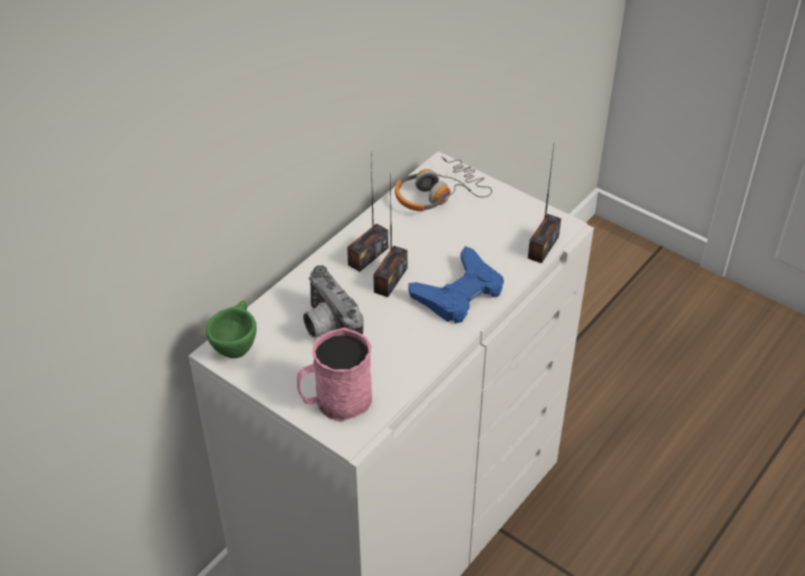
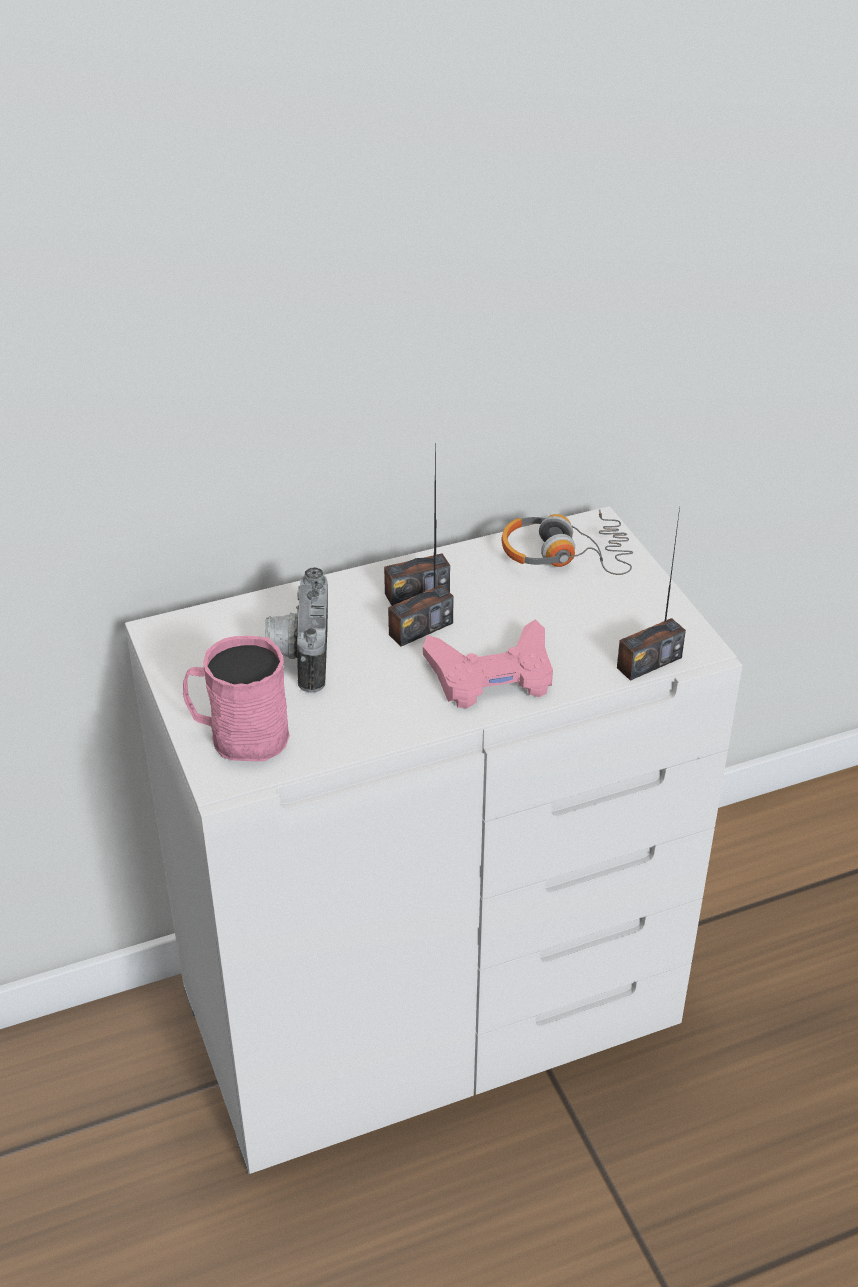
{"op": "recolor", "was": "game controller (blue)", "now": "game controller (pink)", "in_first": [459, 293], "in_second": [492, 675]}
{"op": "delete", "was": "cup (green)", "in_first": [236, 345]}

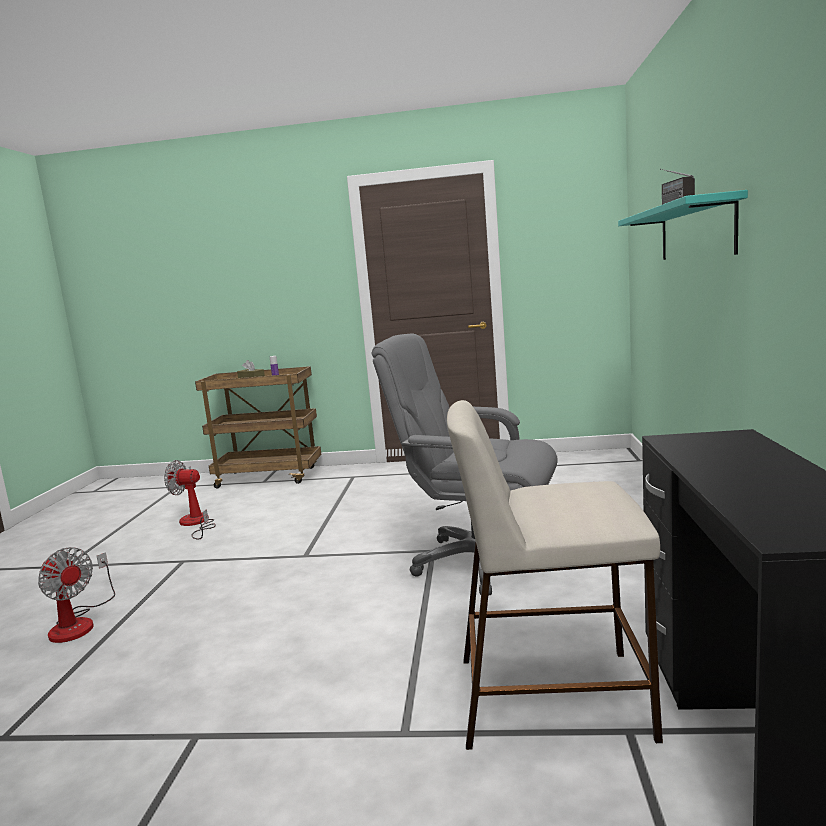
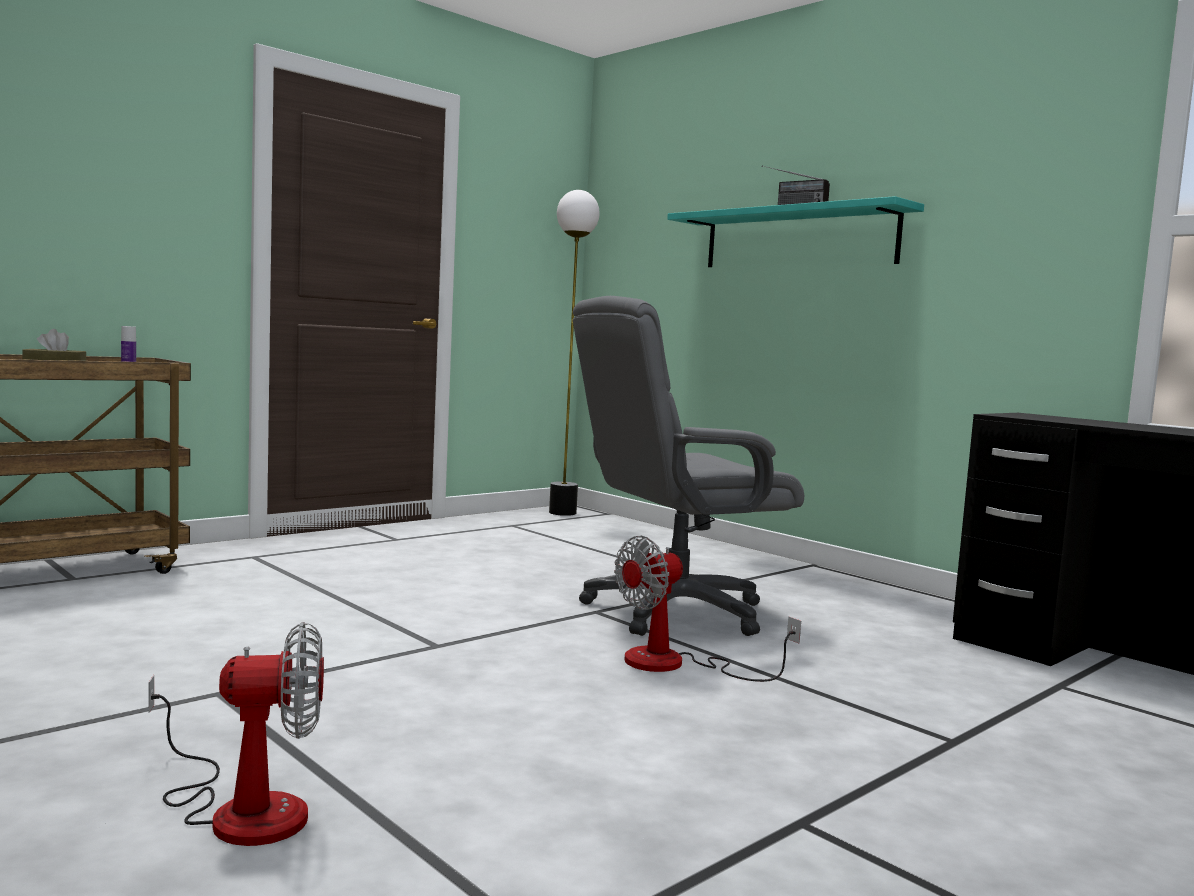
{"op": "insert", "now": "floor lamp", "in_second": [562, 512]}
{"op": "move", "was": "fan", "in_first": [196, 523], "in_second": [675, 664]}
{"op": "delete", "was": "stool (beige)", "in_first": [554, 696]}

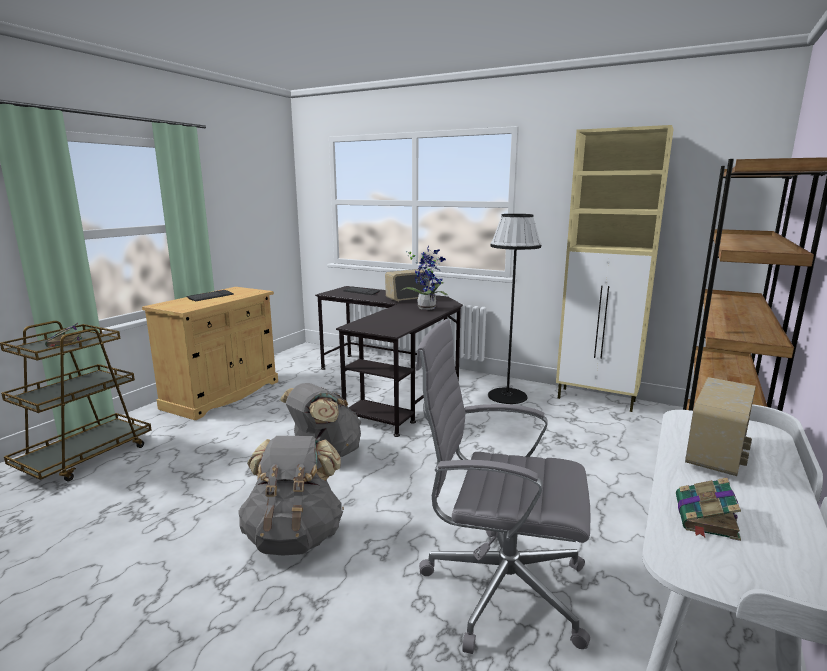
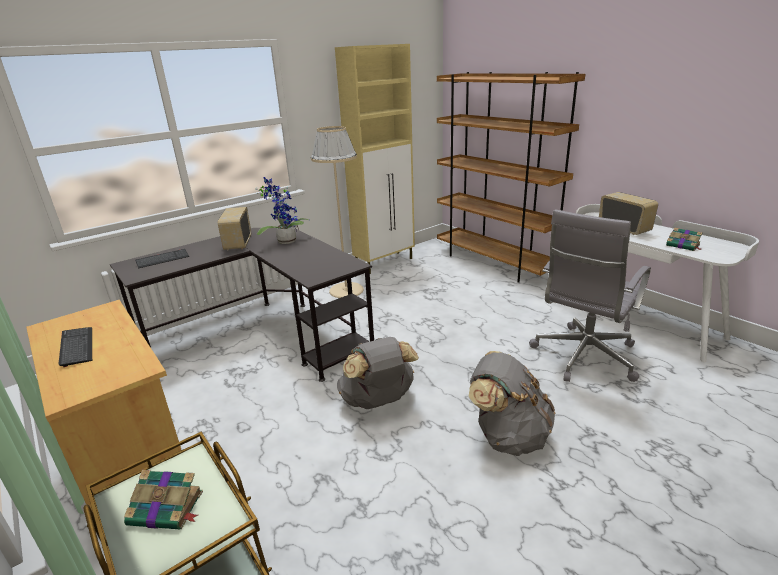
{"op": "recolor", "was": "floor lamp (black)", "now": "floor lamp (beige)", "in_first": [507, 396], "in_second": [346, 290]}

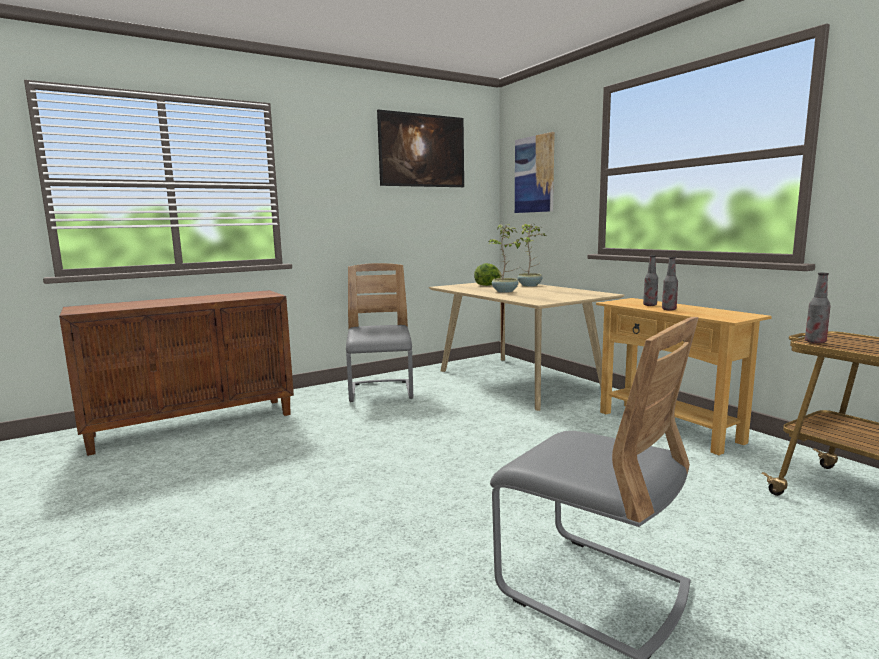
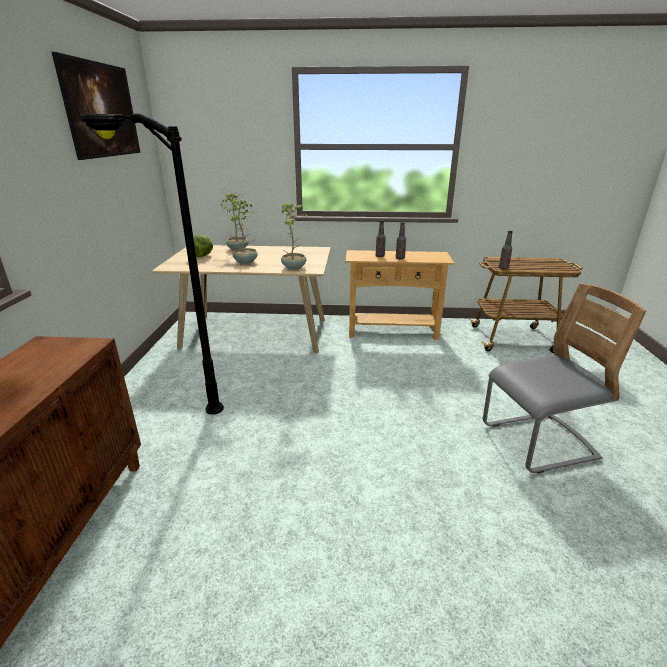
{"op": "replace", "was": "chair (grey)", "now": "floor lamp (black)", "in_first": [381, 392], "in_second": [175, 394]}
{"op": "insert", "now": "potted plant", "in_second": [294, 267]}
{"op": "delete", "was": "picture", "in_first": [534, 174]}

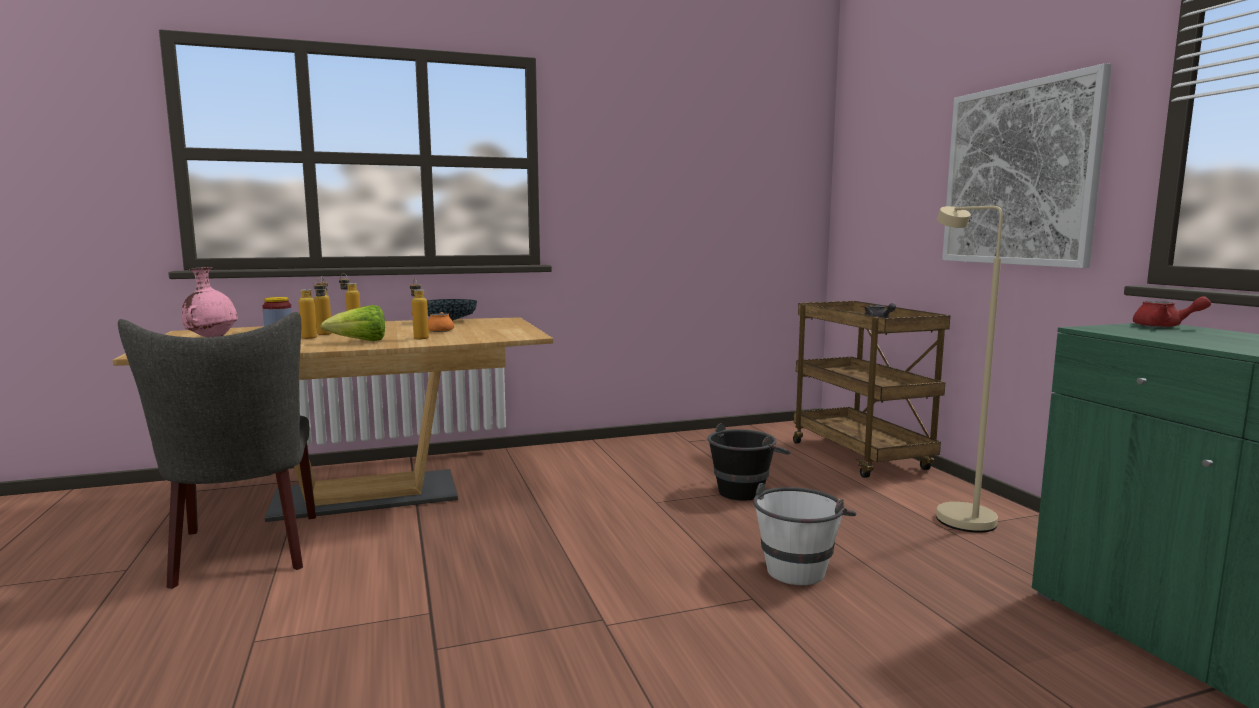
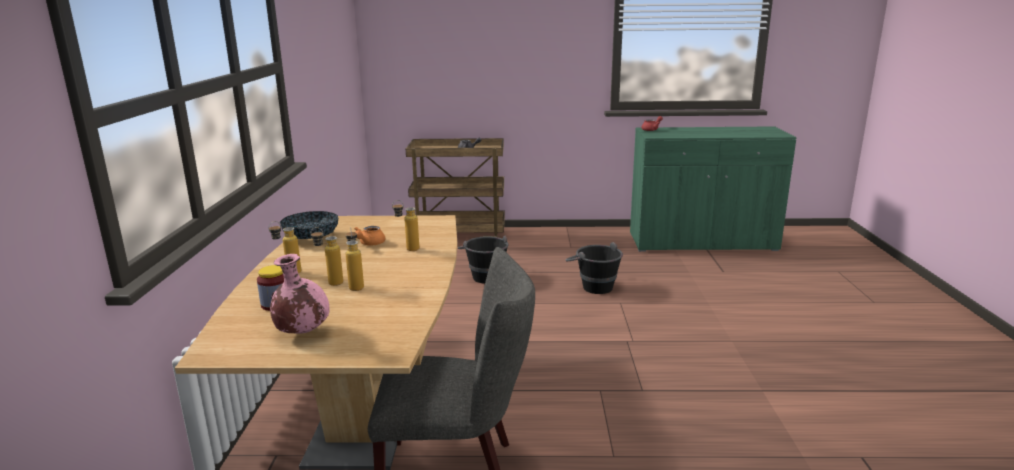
{"op": "recolor", "was": "bucket (white)", "now": "bucket (black)", "in_first": [799, 566], "in_second": [592, 285]}
{"op": "delete", "was": "lettuce", "in_first": [360, 342]}
{"op": "delete", "was": "floor lamp (beige)", "in_first": [956, 515]}
{"op": "delete", "was": "picture", "in_first": [1019, 175]}

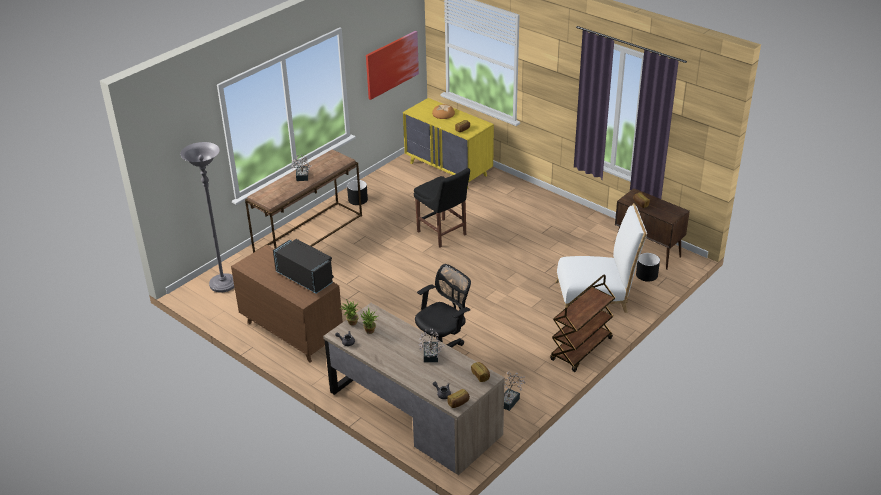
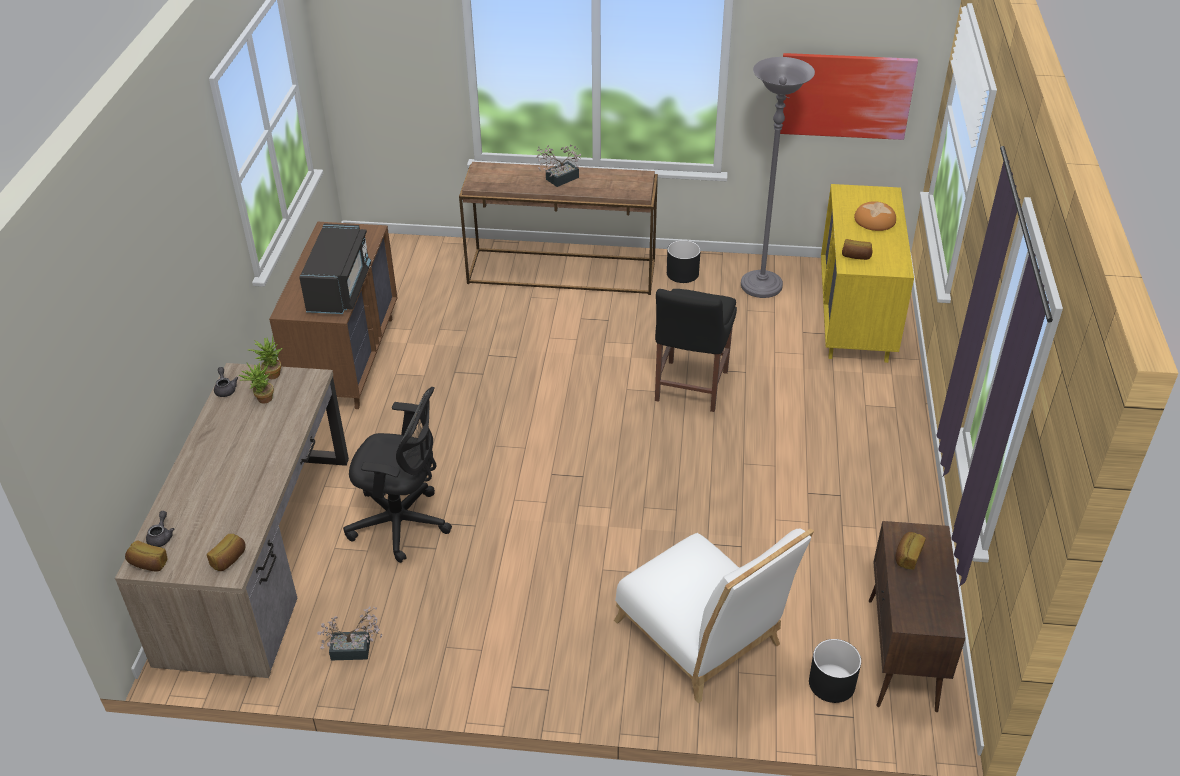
{"op": "move", "was": "floor lamp (grey)", "in_first": [223, 284], "in_second": [761, 286]}
{"op": "delete", "was": "potted plant", "in_first": [430, 357]}
{"op": "delete", "was": "cart (brown)", "in_first": [581, 350]}

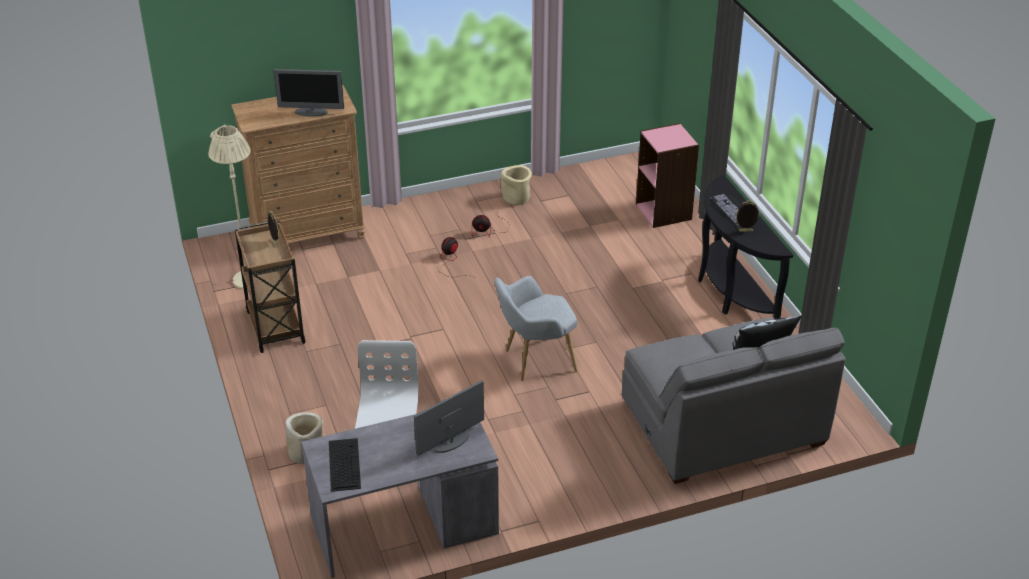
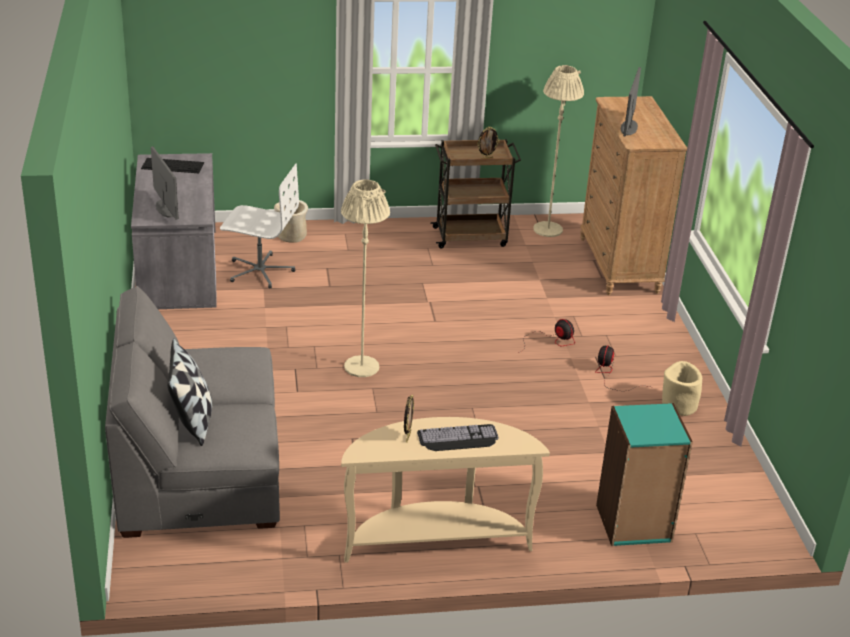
{"op": "replace", "was": "armchair (grey)", "now": "floor lamp (beige)", "in_first": [535, 360], "in_second": [361, 367]}
{"op": "recolor", "was": "console table (black)", "now": "console table (beige)", "in_first": [730, 292], "in_second": [435, 539]}
{"op": "recolor", "was": "bookcase (pink)", "now": "bookcase (turquoise)", "in_first": [664, 212], "in_second": [634, 524]}

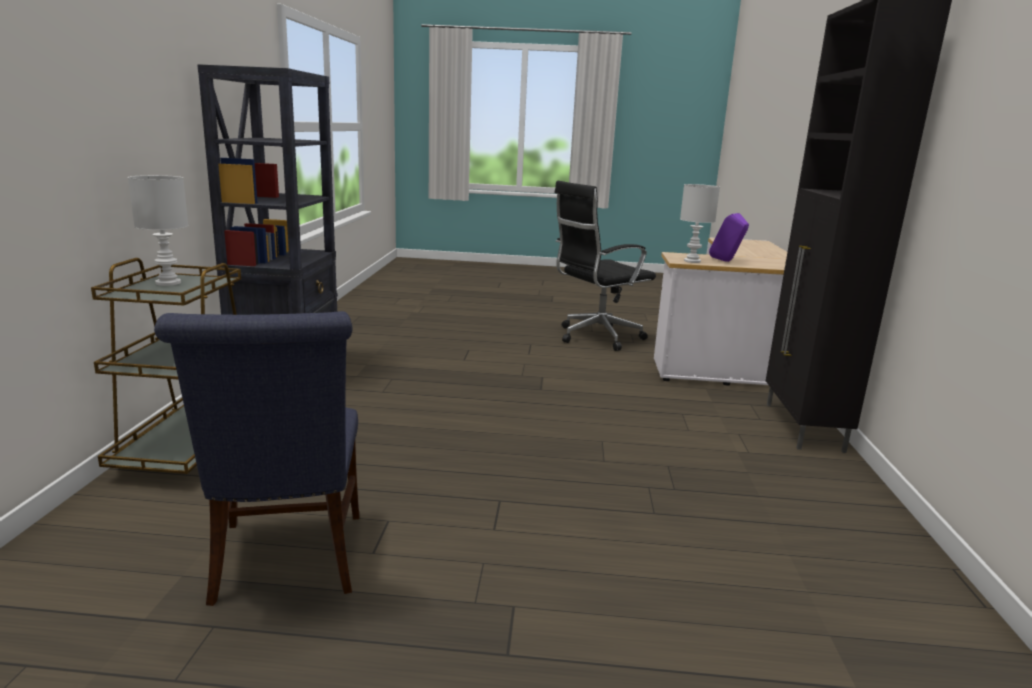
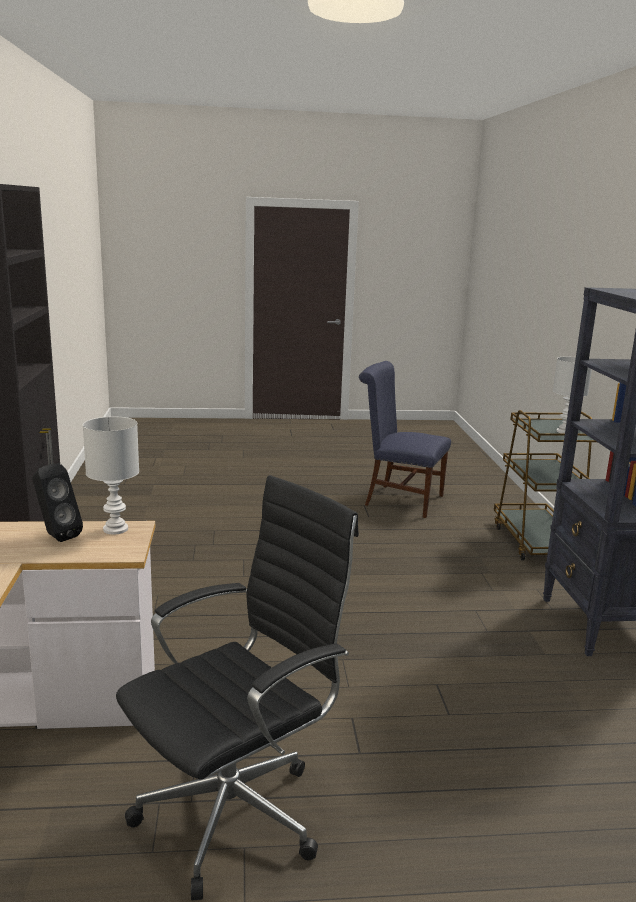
{"op": "recolor", "was": "speaker (purple)", "now": "speaker (black)", "in_first": [726, 261], "in_second": [56, 536]}
{"op": "rotate", "was": "chair (blue)", "in_first": [287, 563], "in_second": [398, 499], "clockwise": -45}

